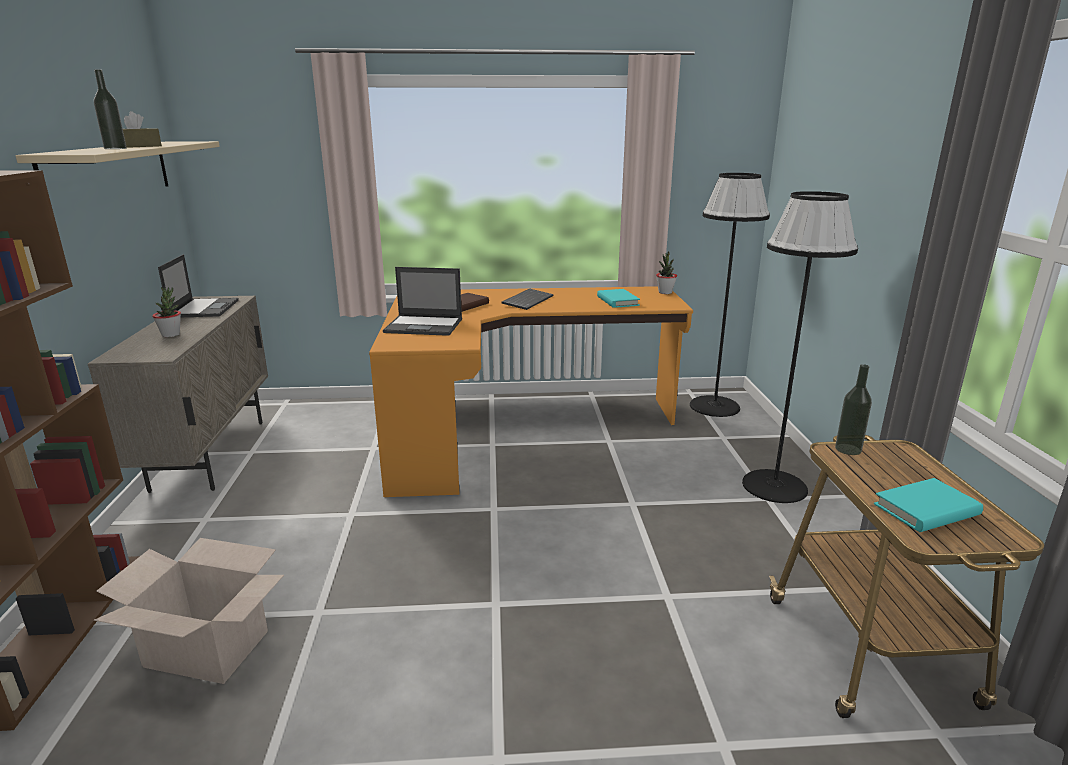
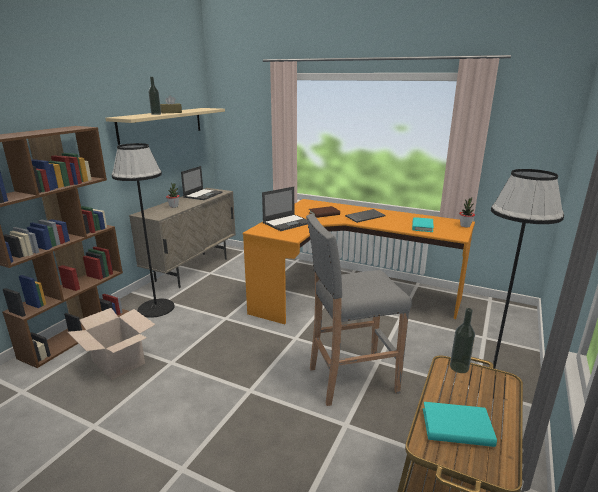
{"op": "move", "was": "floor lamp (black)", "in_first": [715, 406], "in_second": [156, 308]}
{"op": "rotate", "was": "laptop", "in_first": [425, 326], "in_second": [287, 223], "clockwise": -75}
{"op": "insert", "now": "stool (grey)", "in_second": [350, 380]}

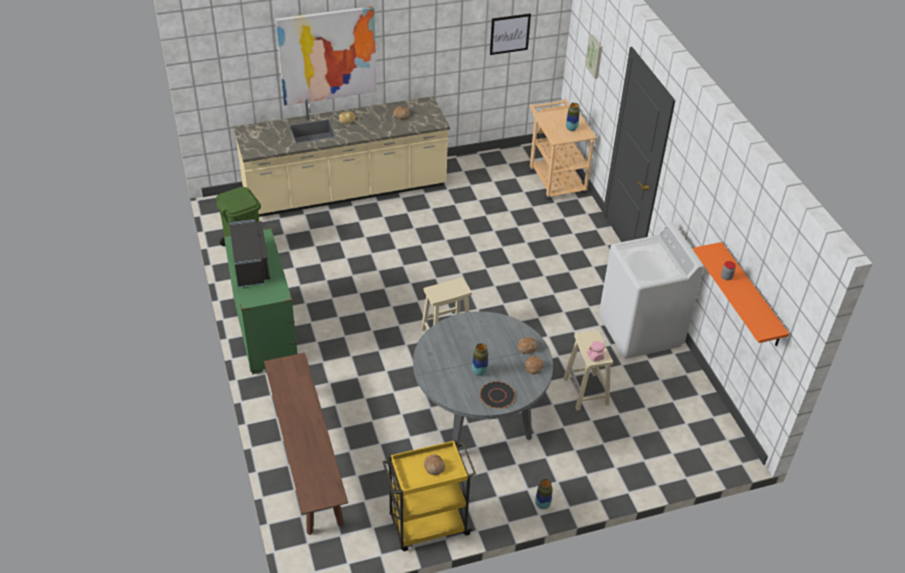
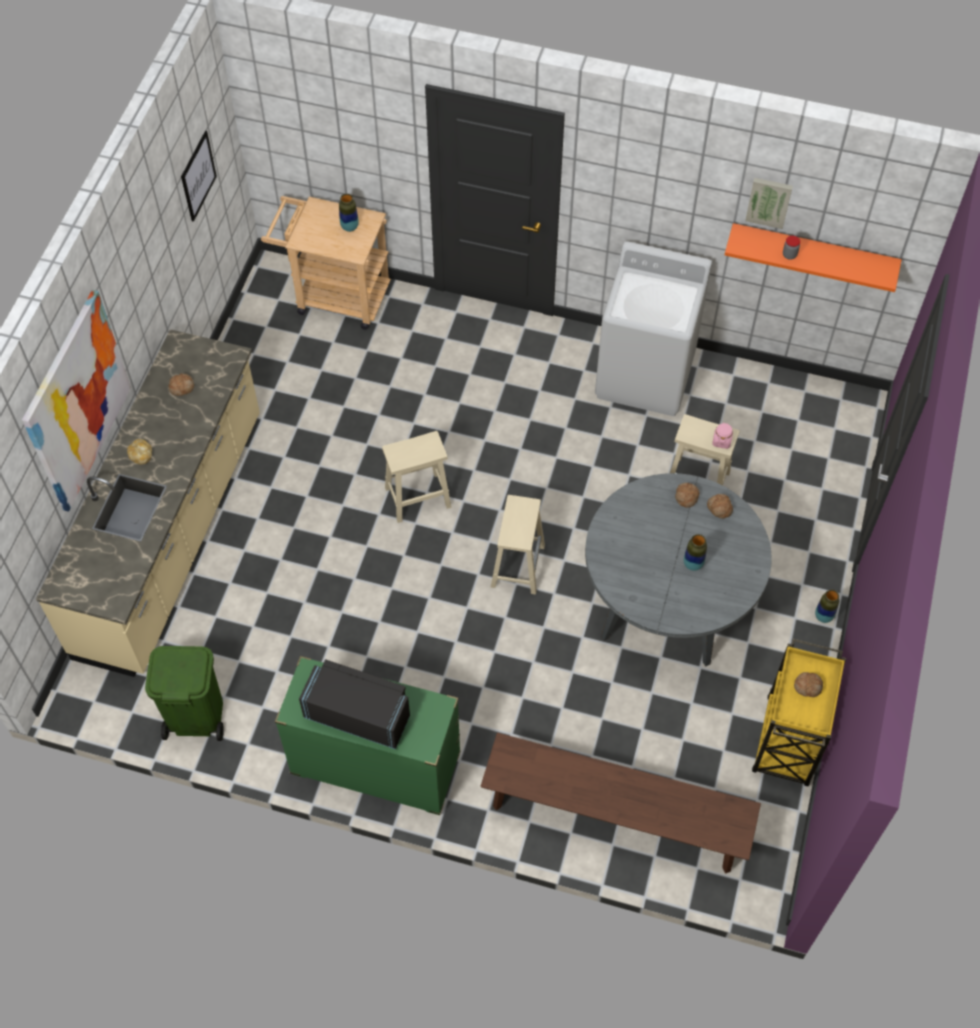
{"op": "insert", "now": "stool (beige)", "in_second": [417, 498]}
{"op": "move", "was": "picture", "in_first": [595, 56], "in_second": [769, 201]}
{"op": "delete", "was": "plate (black)", "in_first": [497, 395]}

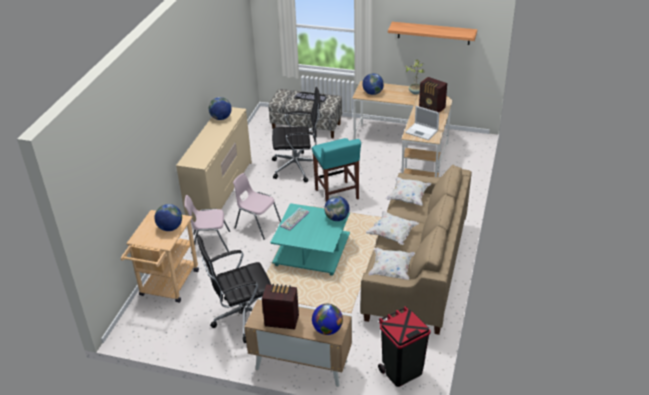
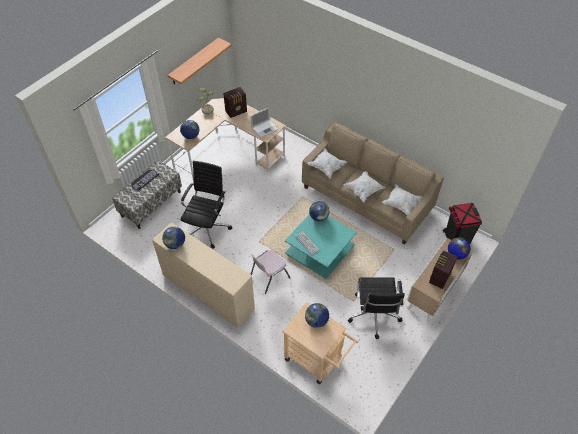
{"op": "delete", "was": "chair (pink)", "in_first": [210, 242]}
{"op": "delete", "was": "stool (turquoise)", "in_first": [337, 195]}

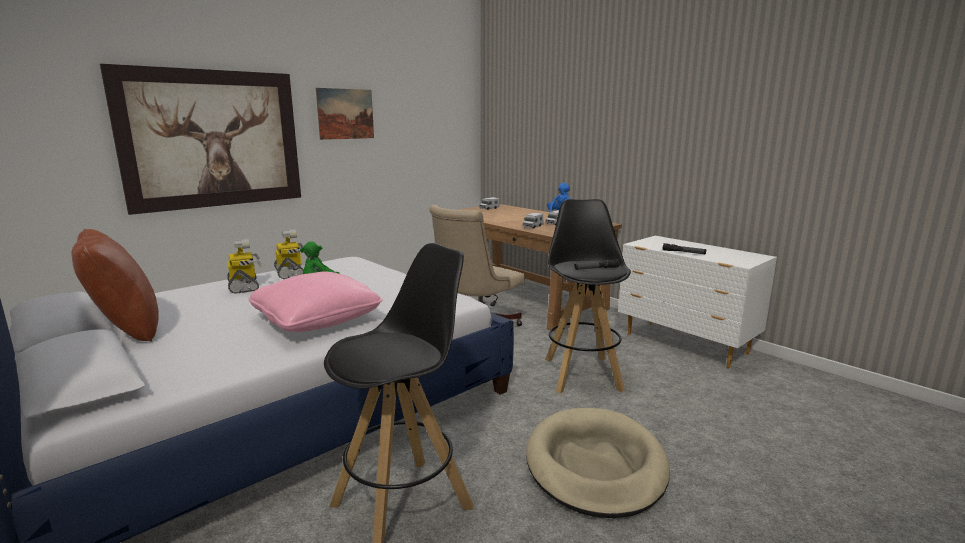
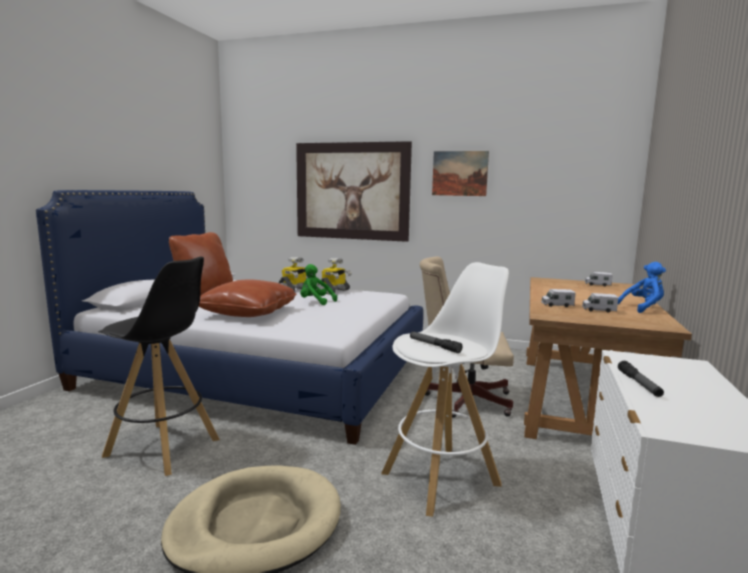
{"op": "recolor", "was": "pillow (pink)", "now": "pillow (brown)", "in_first": [317, 320], "in_second": [248, 313]}
{"op": "recolor", "was": "stool (black)", "now": "stool (white)", "in_first": [582, 373], "in_second": [442, 478]}

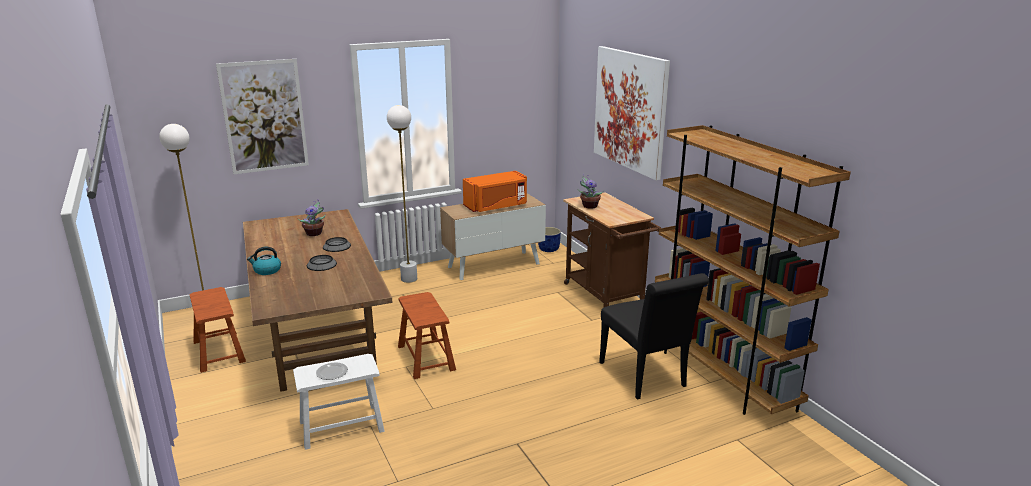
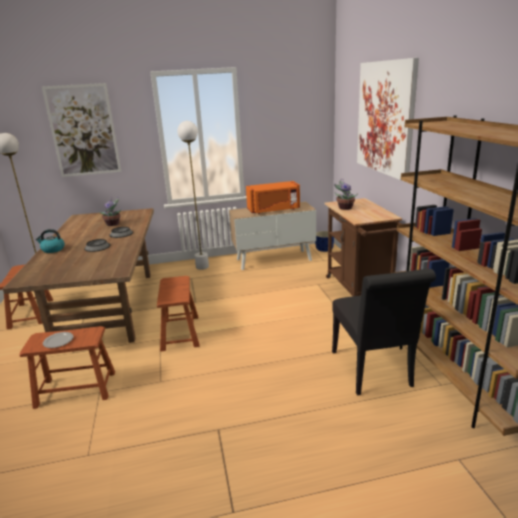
{"op": "recolor", "was": "stool (white)", "now": "stool (brown)", "in_first": [341, 426], "in_second": [76, 389]}

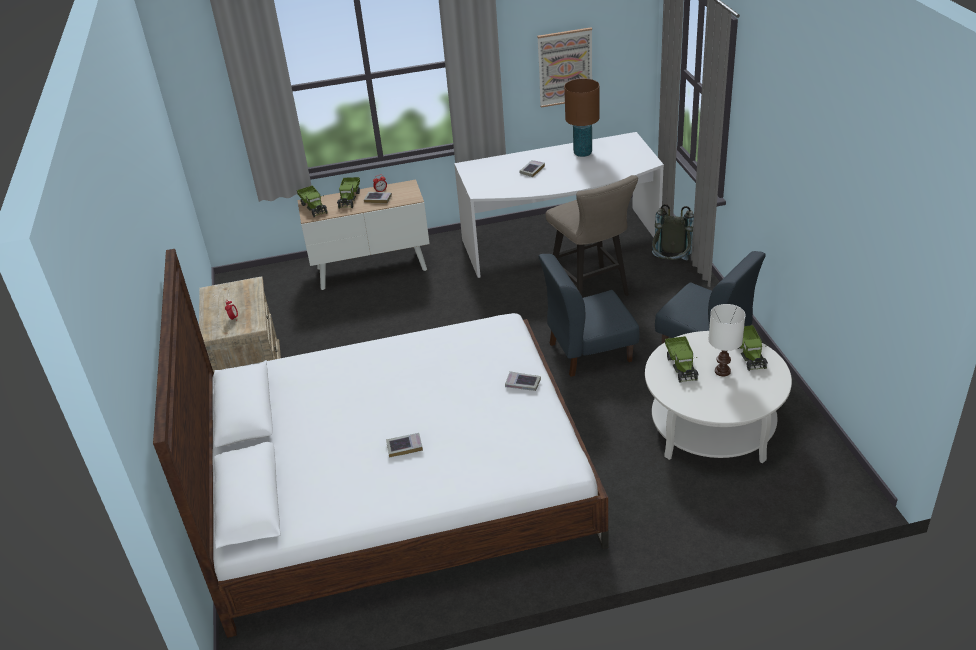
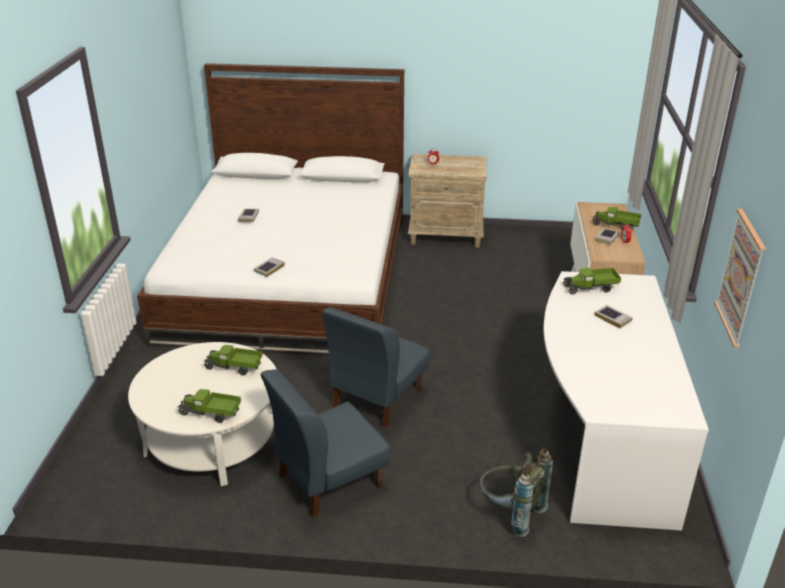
{"op": "rotate", "was": "chair (blue)", "in_first": [589, 352], "in_second": [377, 398], "clockwise": -150}
{"op": "move", "was": "toy truck", "in_first": [314, 207], "in_second": [590, 288]}
{"op": "delete", "was": "stool (beige)", "in_first": [592, 292]}
{"op": "delete", "was": "table lamp (brown)", "in_first": [582, 153]}
{"op": "delete", "was": "table lamp (white)", "in_first": [723, 371]}

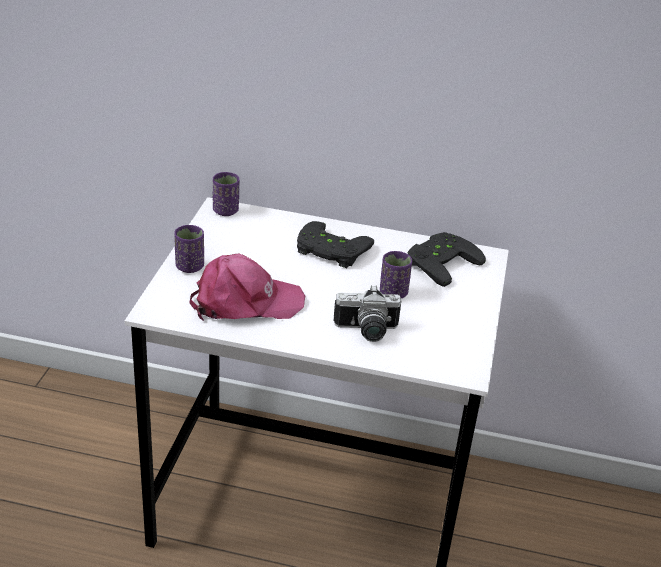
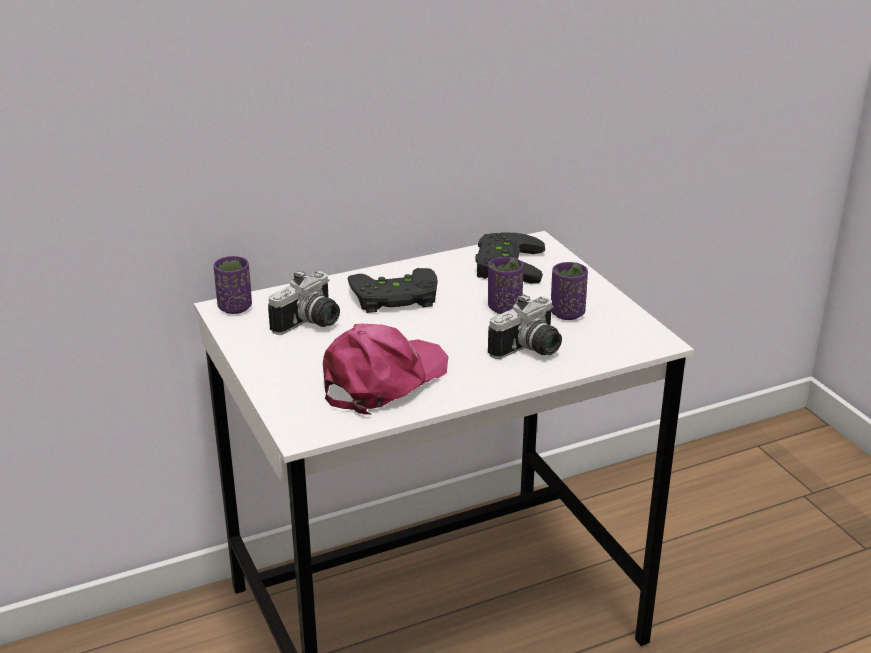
{"op": "insert", "now": "photo camera", "in_second": [311, 324]}
{"op": "move", "was": "cup (purple)", "in_first": [189, 267], "in_second": [567, 313]}

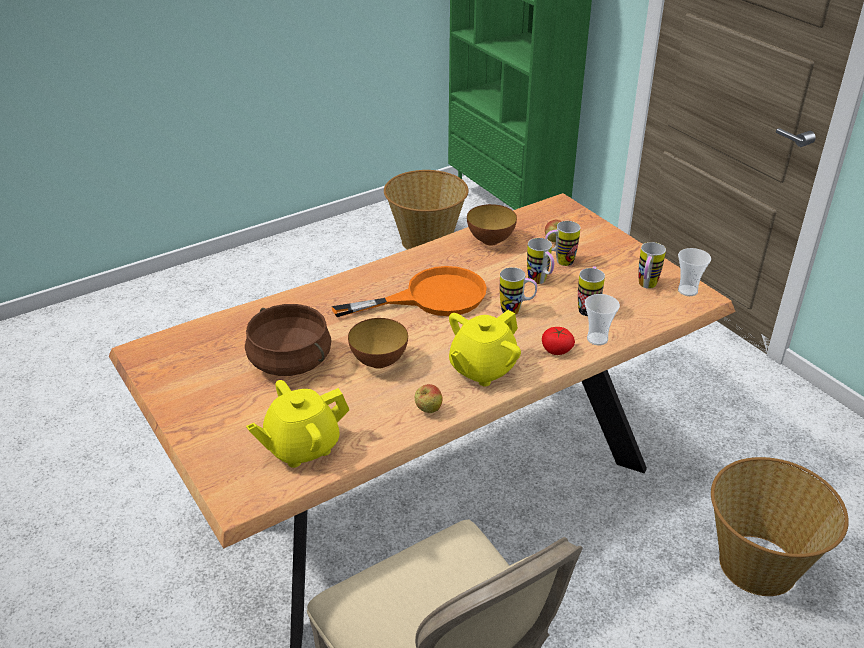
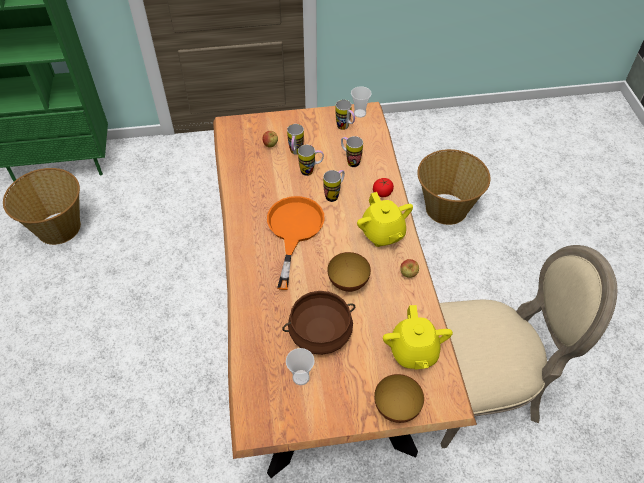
{"op": "move", "was": "cup", "in_first": [597, 339], "in_second": [301, 377]}
{"op": "move", "was": "bowl", "in_first": [490, 241], "in_second": [396, 408]}

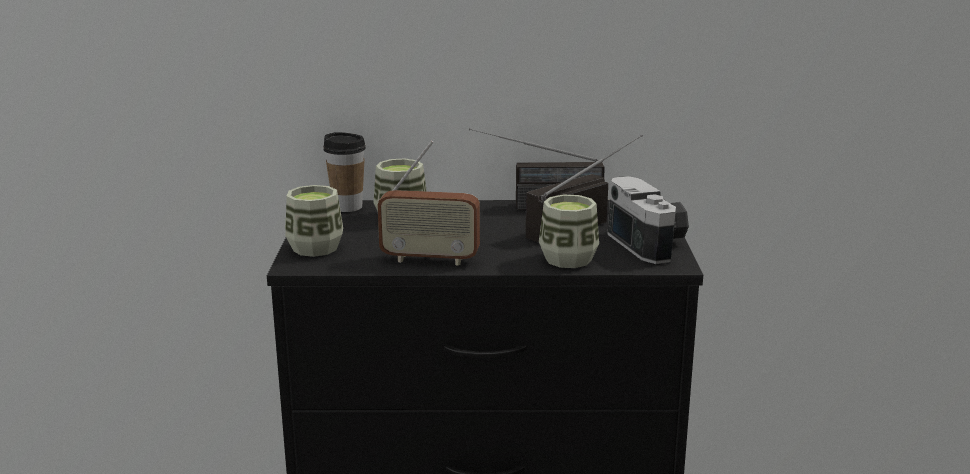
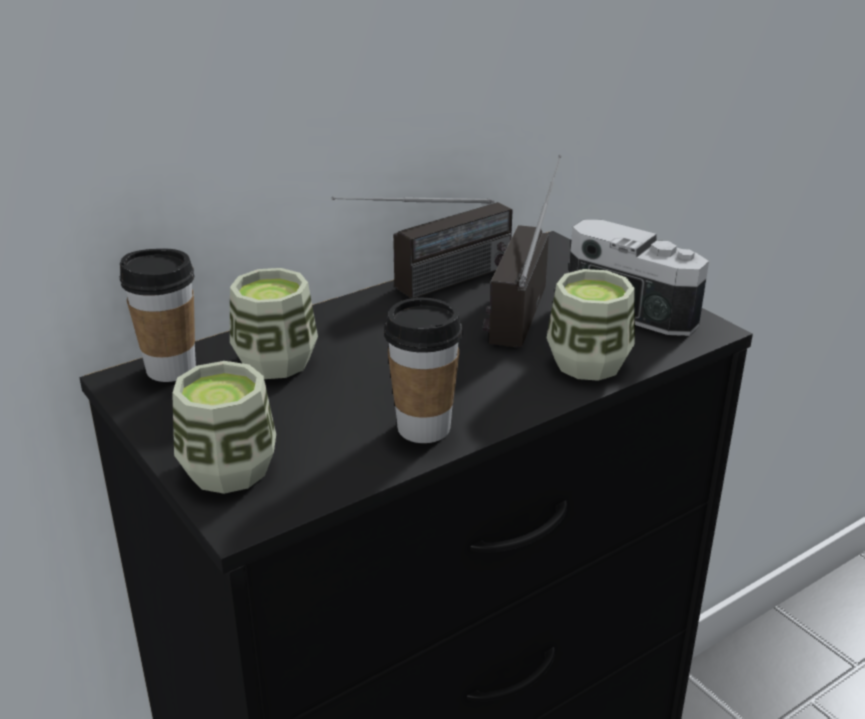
{"op": "replace", "was": "radio", "now": "cup", "in_first": [430, 259], "in_second": [423, 428]}

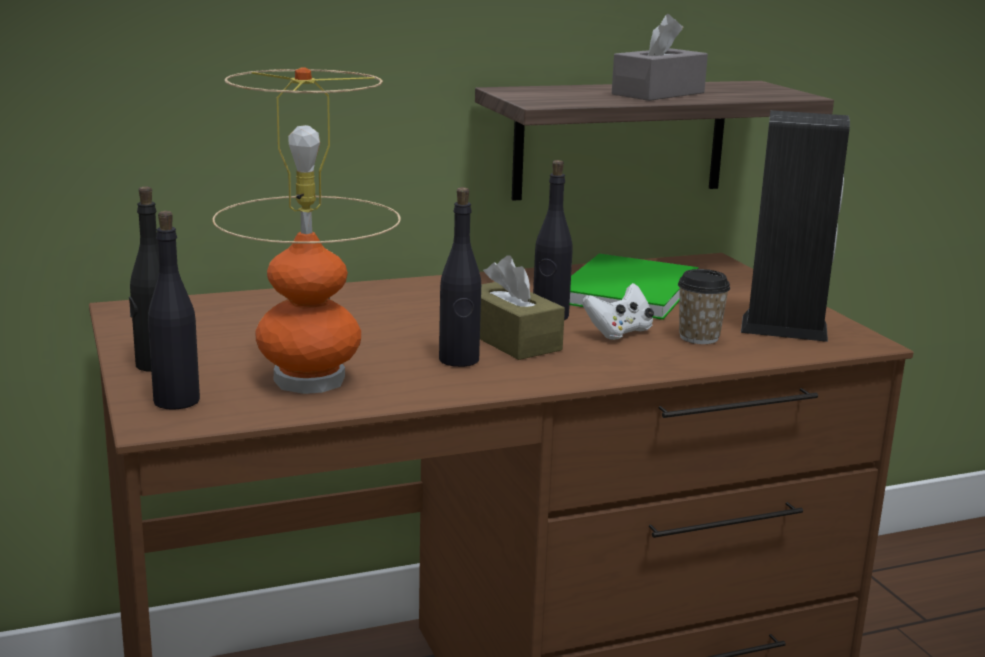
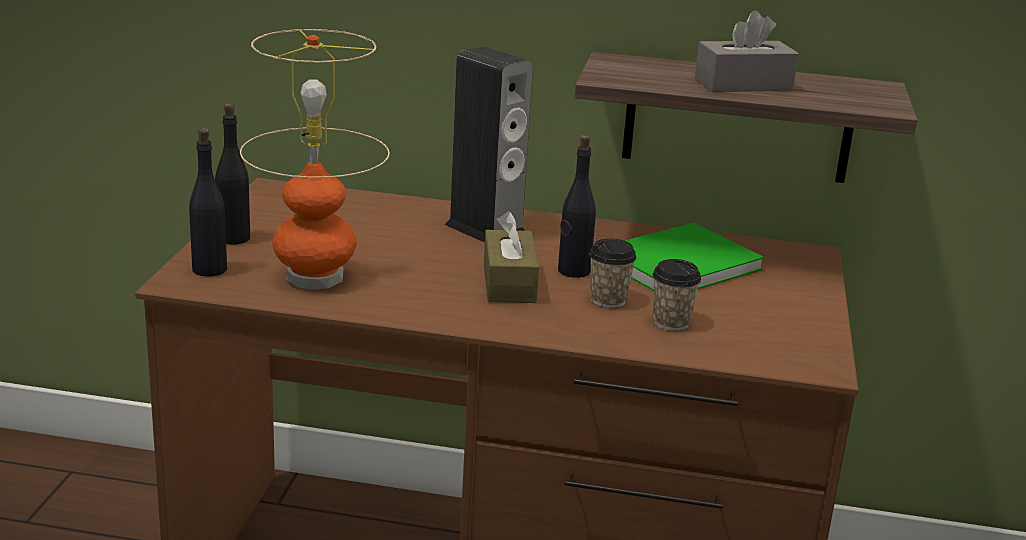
{"op": "move", "was": "speaker", "in_first": [784, 328], "in_second": [485, 229]}
{"op": "replace", "was": "game controller (white)", "now": "cup", "in_first": [619, 332], "in_second": [608, 300]}
{"op": "delete", "was": "bottle (black)", "in_first": [459, 360]}

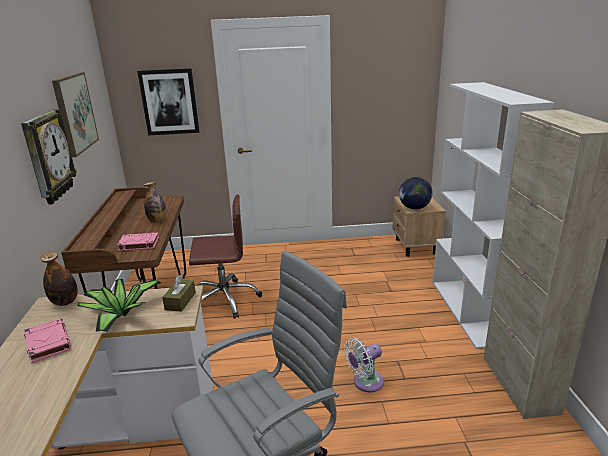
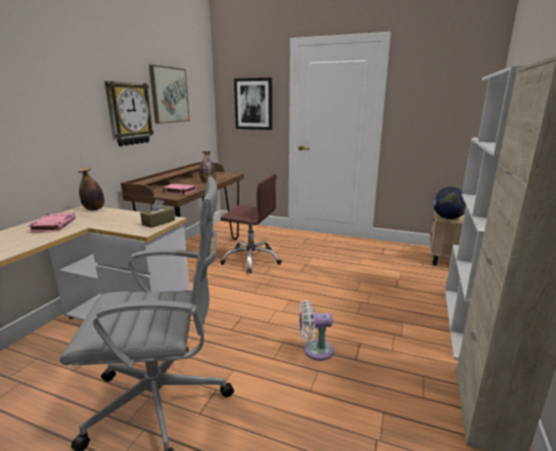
{"op": "delete", "was": "potted plant", "in_first": [120, 315]}

